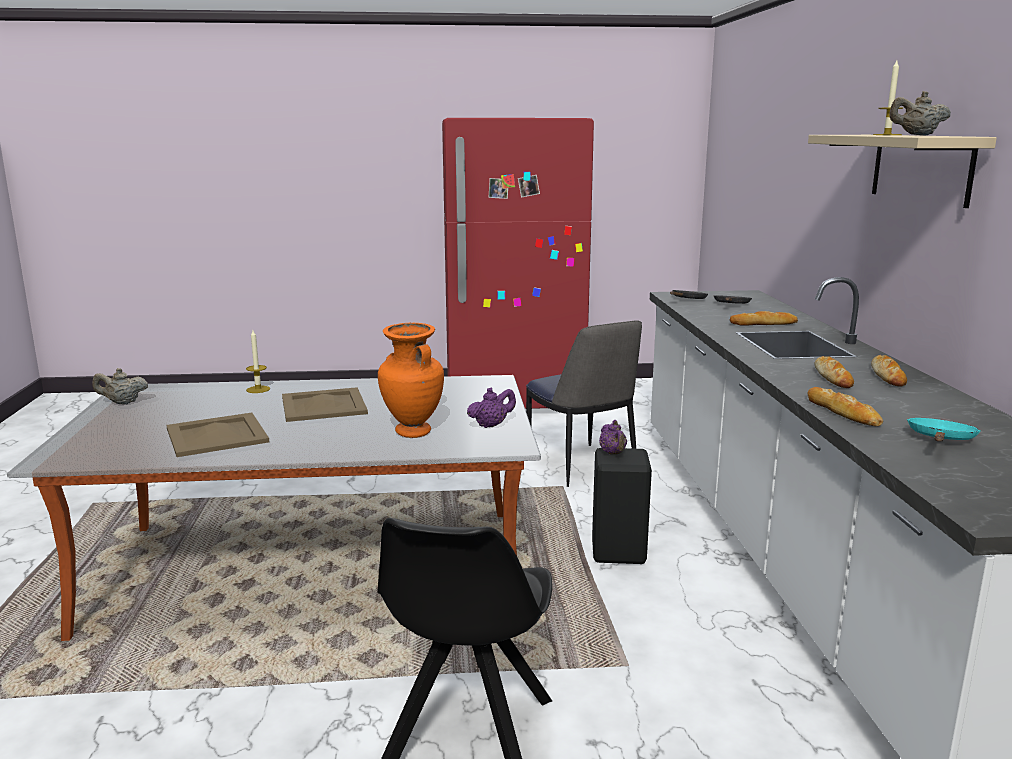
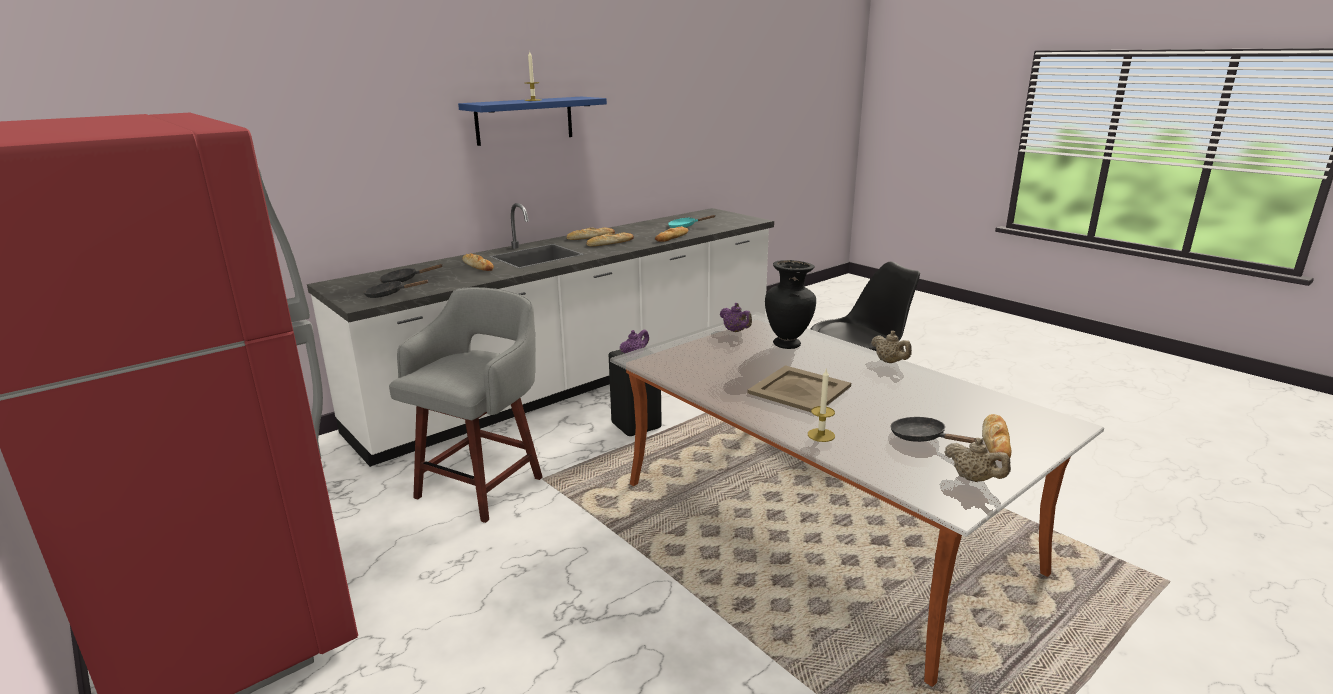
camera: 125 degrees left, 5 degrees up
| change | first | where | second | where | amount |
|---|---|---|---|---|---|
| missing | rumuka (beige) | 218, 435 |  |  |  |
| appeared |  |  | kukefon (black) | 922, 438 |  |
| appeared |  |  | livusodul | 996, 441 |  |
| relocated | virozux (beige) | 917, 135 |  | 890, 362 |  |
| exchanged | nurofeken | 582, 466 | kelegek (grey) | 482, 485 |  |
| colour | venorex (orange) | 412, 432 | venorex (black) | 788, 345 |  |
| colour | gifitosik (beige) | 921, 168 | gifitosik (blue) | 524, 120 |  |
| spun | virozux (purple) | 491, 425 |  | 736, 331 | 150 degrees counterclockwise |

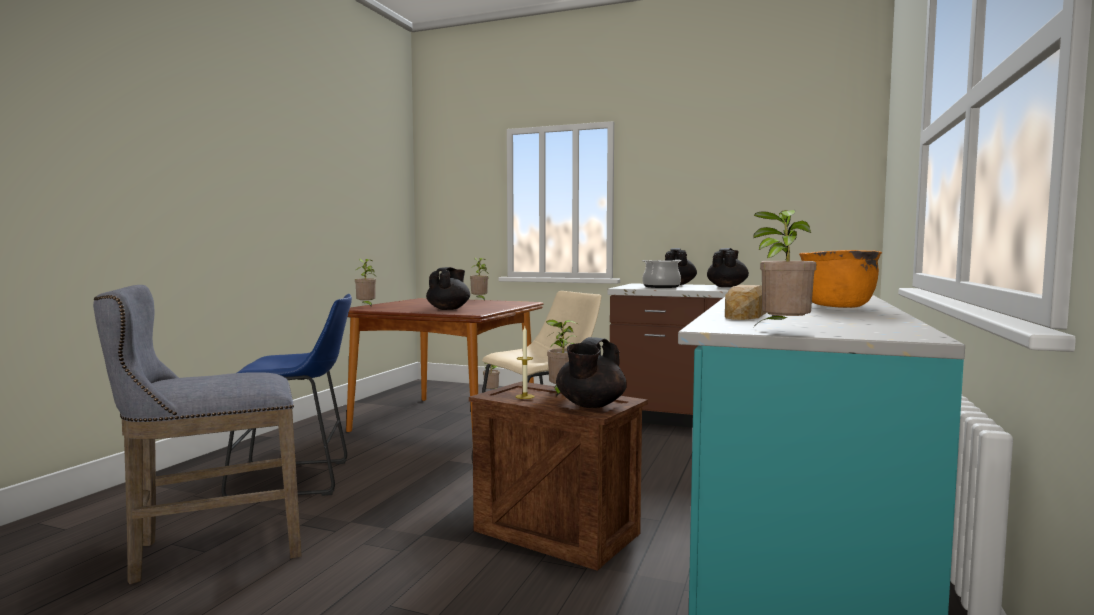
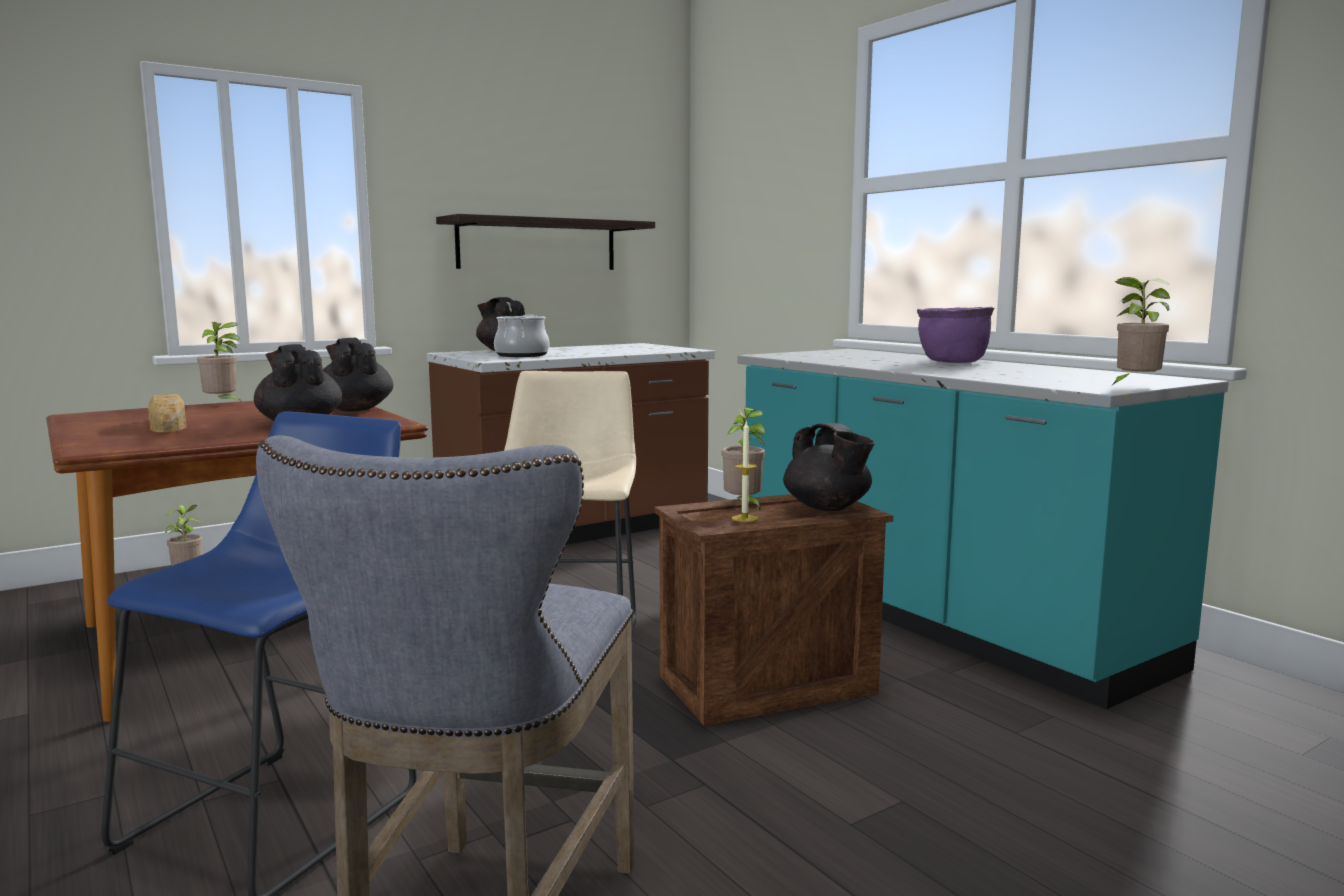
camera: 55 degrees left, 5 degrees up
| change | first | where | second | where | amount |
|---|---|---|---|---|---|
| missing | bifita | 366, 306 |  |  |  |
| appeared |  |  | gifitosik | 537, 245 |  |
| relocated | virozux (black) | 727, 286 |  | 355, 409 |  |
| relocated | livusodul | 746, 314 |  | 168, 424 |  |
| colour | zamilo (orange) | 836, 306 | zamilo (purple) | 952, 362 |  |

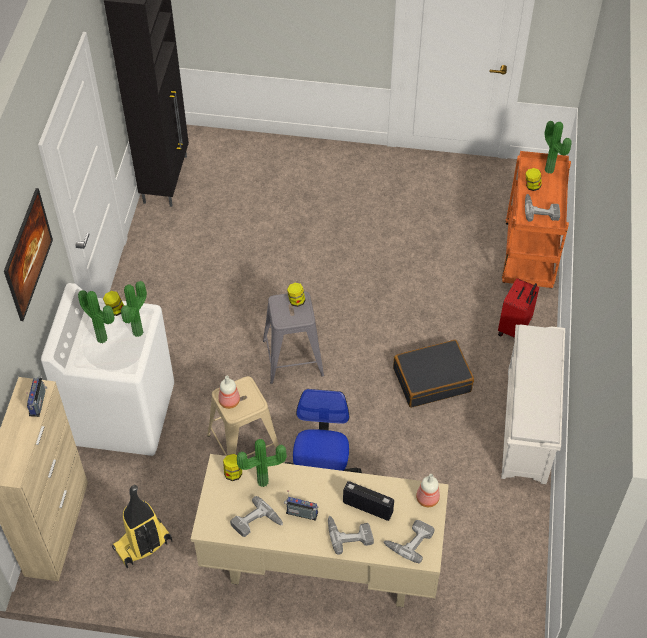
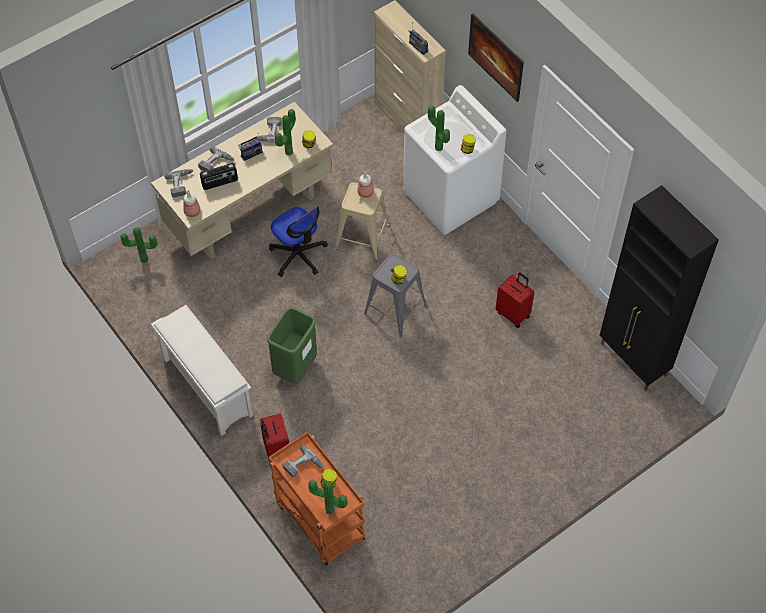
camera: 135 degrees right, 5 degrees up
| change | first | where | second | where | amount |
|---|---|---|---|---|---|
| missing | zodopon | 143, 545 |  |  |  |
| appeared |  |  | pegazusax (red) | 513, 314 |  |
| relocated | bifita | 103, 337 |  | 144, 261 |  |
| exchanged | pegazusax (black) | 432, 379 | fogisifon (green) | 295, 367 |  |

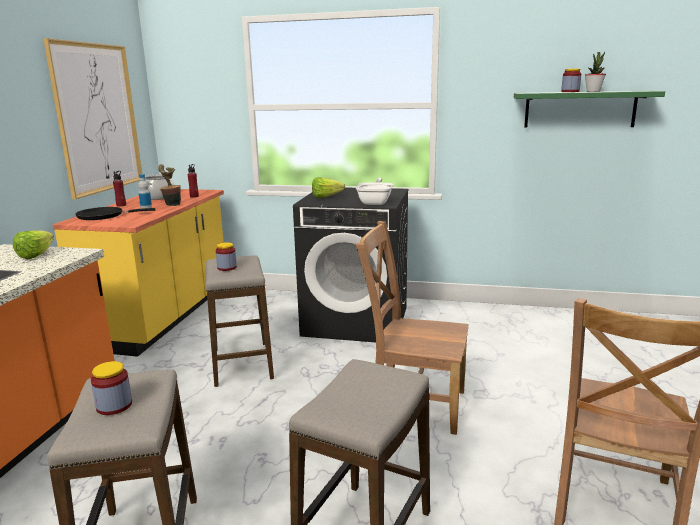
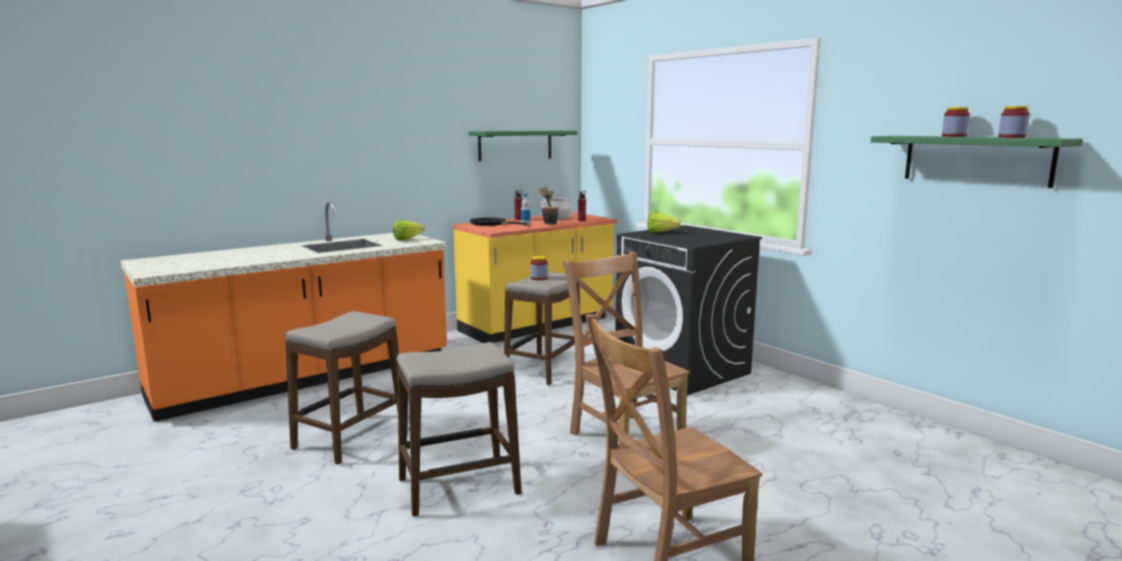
camera: 40 degrees right, 5 degrees down
| change | first | where | second | where | amount |
|---|---|---|---|---|---|
| missing | kukefon | 375, 202 |  |  |  |
| missing | bifita | 593, 91 |  |  |  |
| relocated | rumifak | 114, 406 |  | 1011, 137 |  |
| exchanged | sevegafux | 98, 118 | gifitosik (green) | 515, 145 |  |

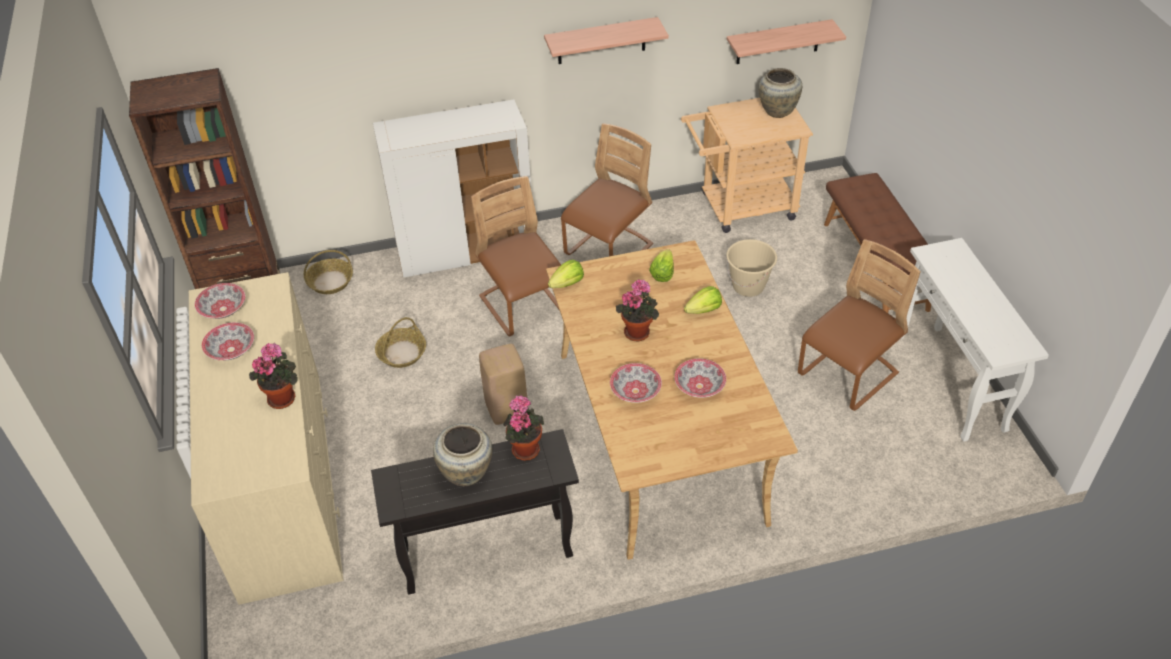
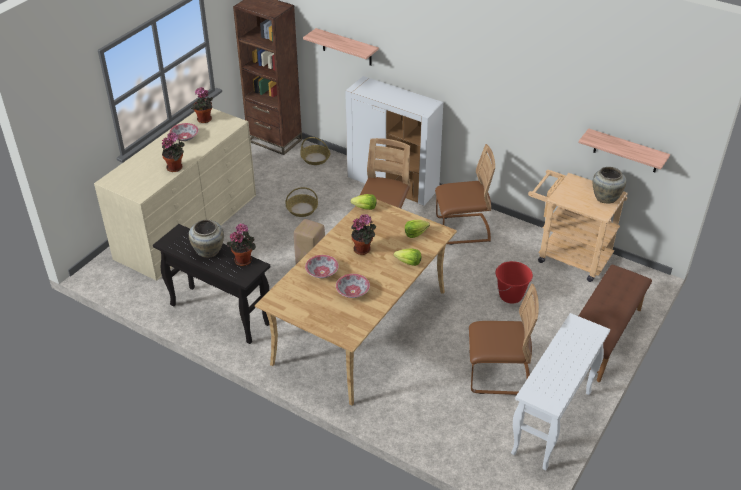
camera: 45 degrees right, 5 degrees down
| change | first | where | second | where | amount |
|---|---|---|---|---|---|
| relocated | gifitosik | 601, 41 |  | 347, 47 |  |
| exchanged | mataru | 223, 309 | bifita | 204, 120 |  |
| colour | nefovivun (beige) | 748, 286 | nefovivun (red) | 511, 296 |  |

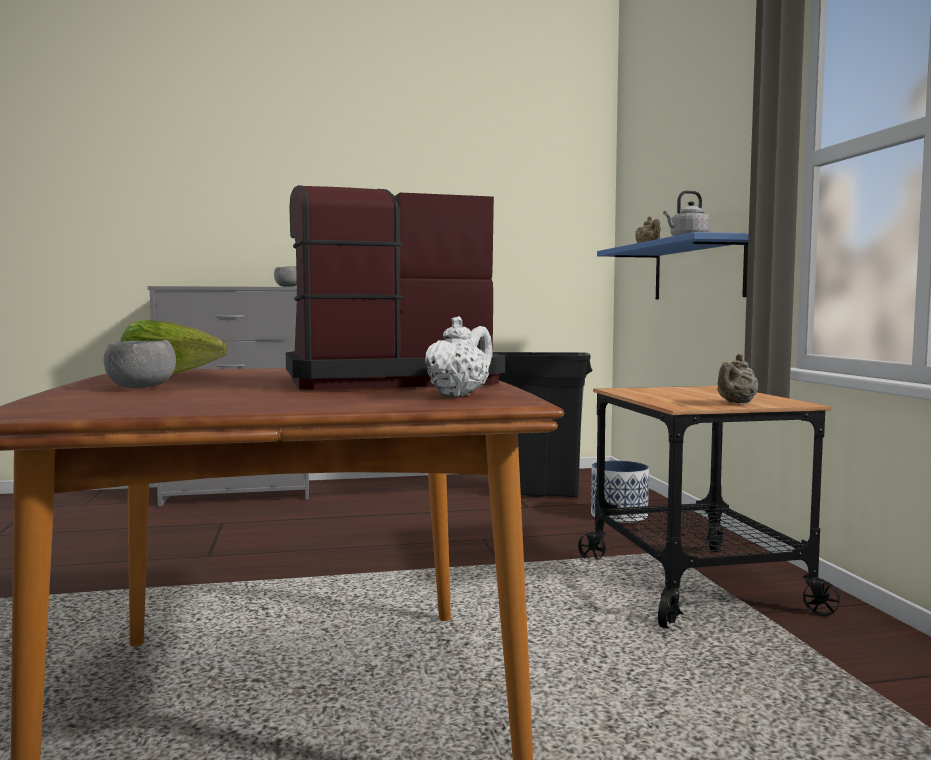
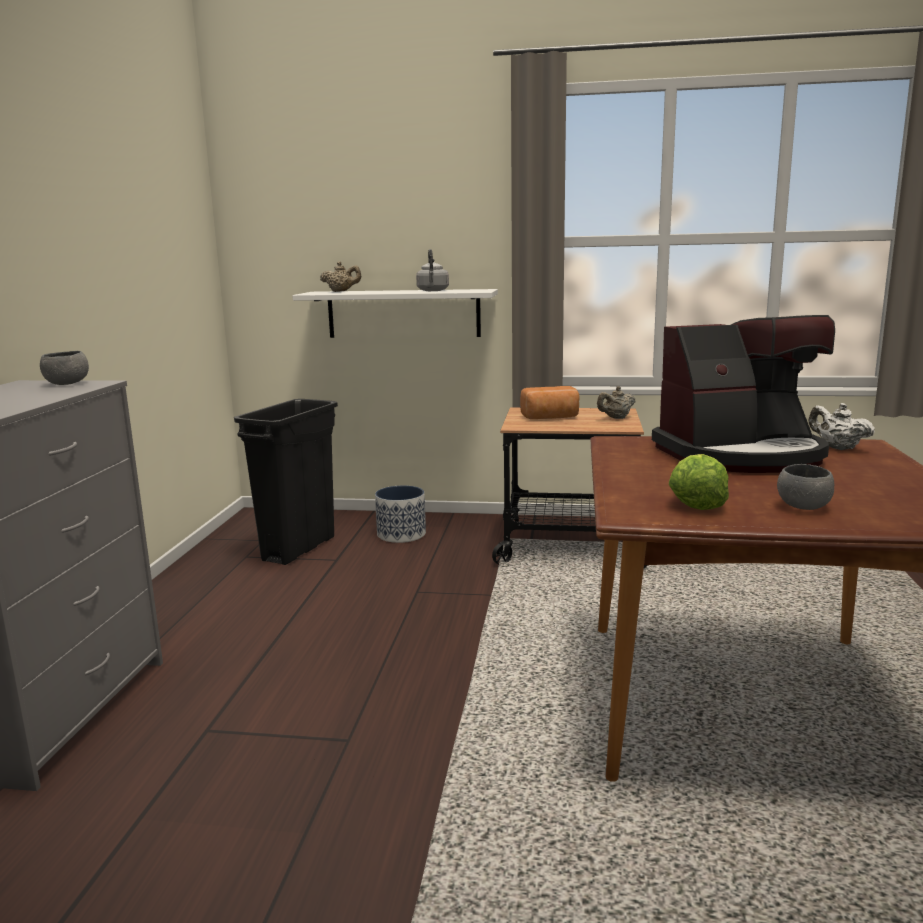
camera: 70 degrees left, 10 degrees up
| change | first | where | second | where | amount |
|---|---|---|---|---|---|
| appeared |  |  | livusodul | 551, 417 |  |
| colour | gifitosik (blue) | 697, 271 | gifitosik (white) | 403, 313 |  |
| spun | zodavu | 385, 380 |  | 741, 455 | 105 degrees counterclockwise |
| spun | virozux (beige) | 736, 403 |  | 616, 418 | 90 degrees clockwise |

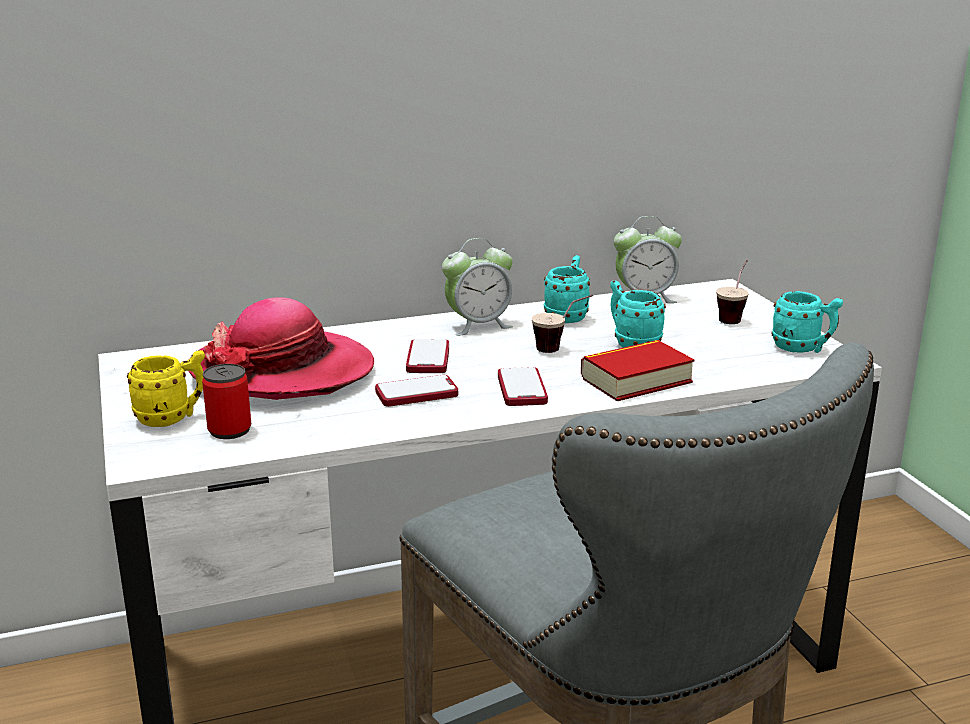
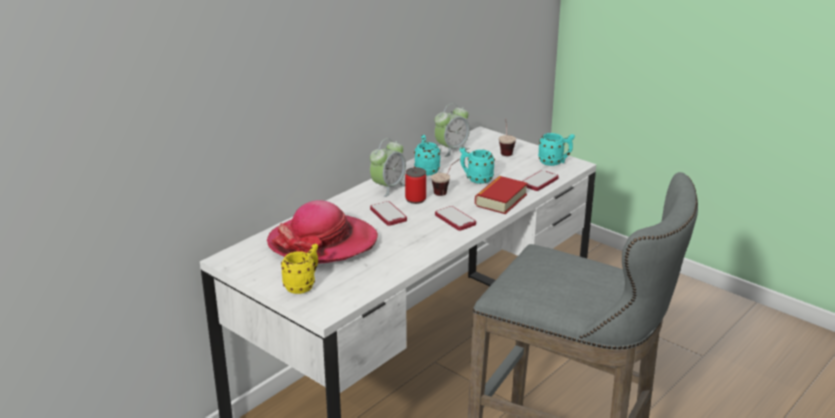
camera: 30 degrees left, 5 degrees up
| change | first | where | second | where | amount |
|---|---|---|---|---|---|
| relocated | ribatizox | 229, 430 |  | 415, 199 |  |
| relocated | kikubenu | 416, 393 |  | 539, 182 |  |

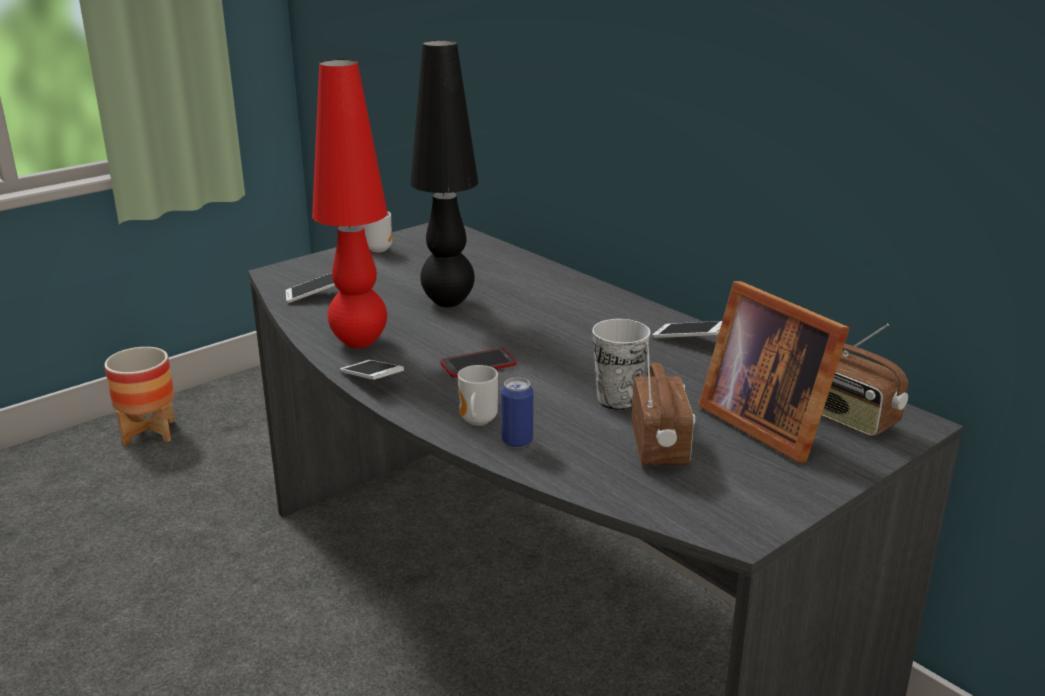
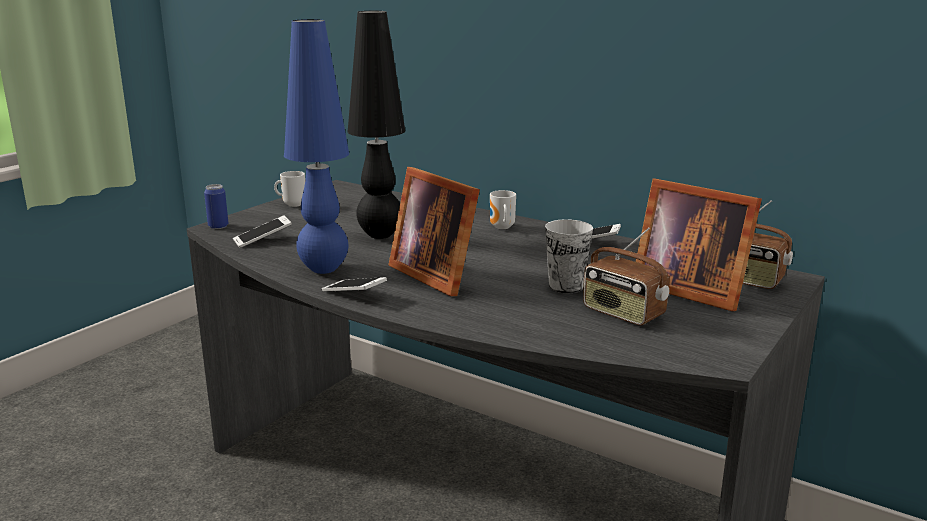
camera: 15 degrees left, 5 degrees down
| change | first | where | second | where | amount |
|---|---|---|---|---|---|
| missing | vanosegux | 149, 432 |  |  |  |
| relocated | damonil | 476, 422 |  | 501, 228 |  |
| relocated | ribatizox | 517, 441 |  | 218, 226 |  |
| exchanged | kikubenu | 478, 364 | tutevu | 436, 274 |  |
| colour | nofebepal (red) | 360, 342 | nofebepal (blue) | 324, 269 |  |
| spun | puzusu | 660, 447 |  | 622, 313 | 150 degrees clockwise |

